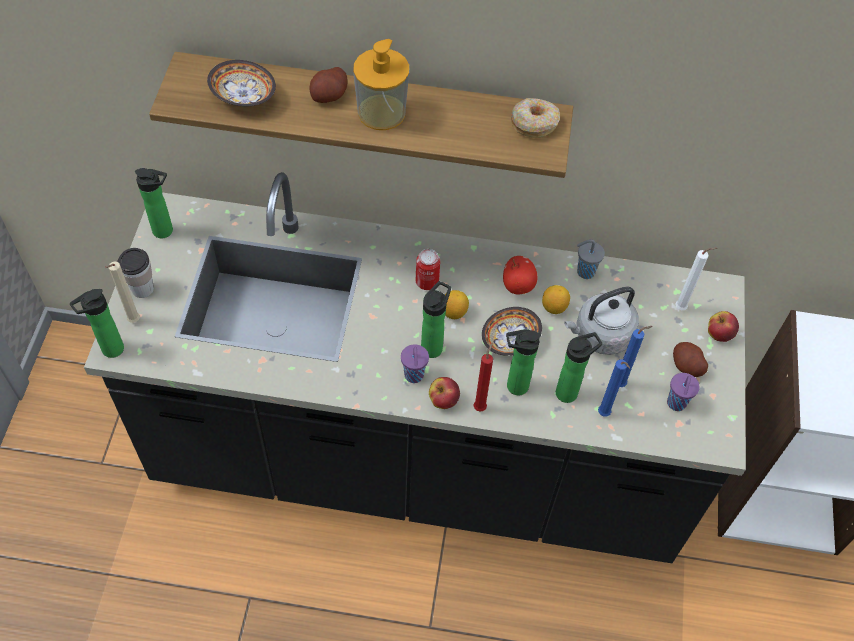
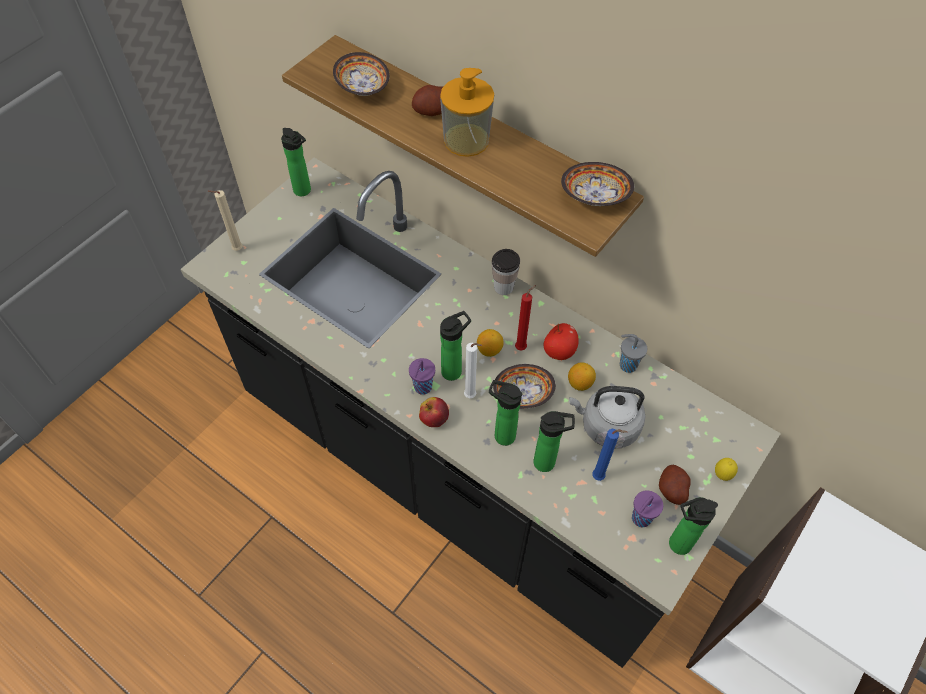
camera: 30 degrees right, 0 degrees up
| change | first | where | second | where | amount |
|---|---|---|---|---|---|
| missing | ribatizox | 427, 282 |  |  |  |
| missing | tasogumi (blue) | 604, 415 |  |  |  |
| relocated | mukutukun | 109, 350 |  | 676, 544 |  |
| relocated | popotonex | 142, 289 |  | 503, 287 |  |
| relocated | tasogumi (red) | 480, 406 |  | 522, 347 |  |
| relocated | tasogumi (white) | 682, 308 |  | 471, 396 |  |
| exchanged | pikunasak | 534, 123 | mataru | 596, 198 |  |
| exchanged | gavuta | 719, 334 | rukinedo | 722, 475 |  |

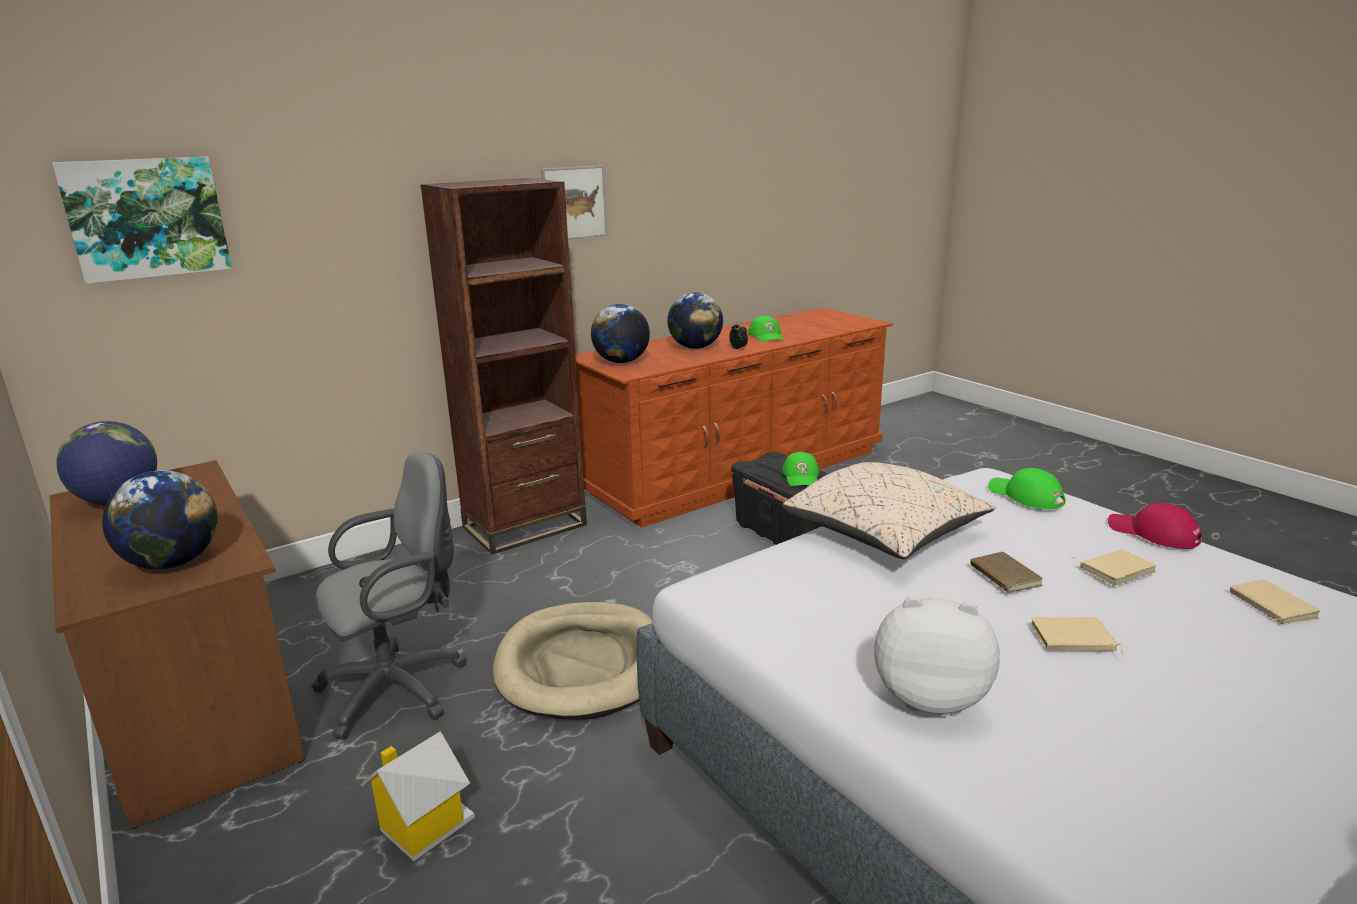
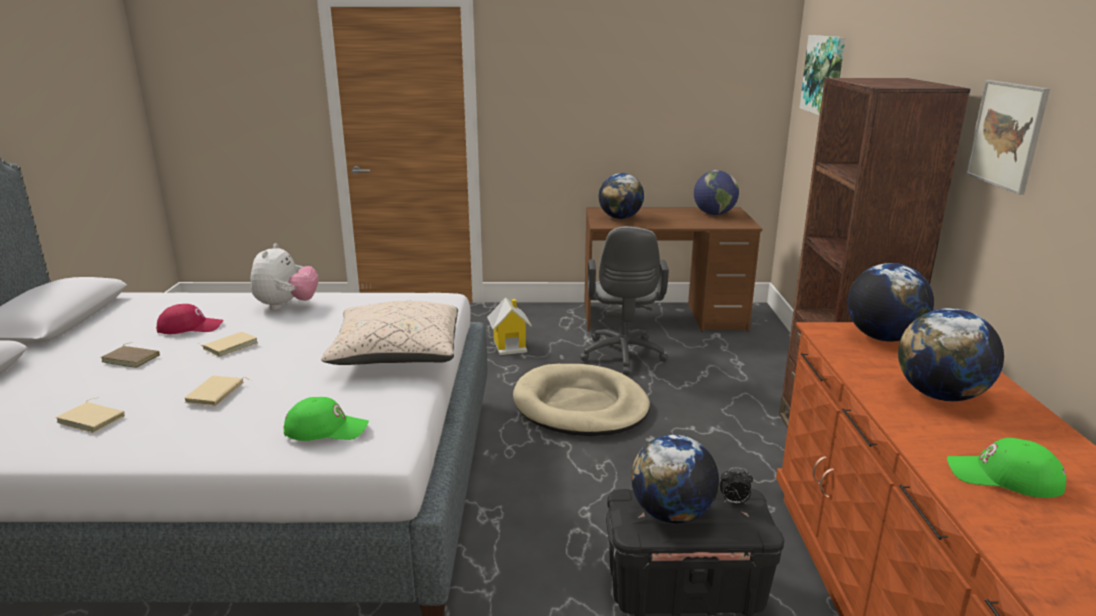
camera: 125 degrees right, 0 degrees up
| change | first | where | second | where | amount |
|---|---|---|---|---|---|
| relocated | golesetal | 738, 349 |  | 734, 502 |  |
| relocated | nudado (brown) | 1002, 576 |  | 132, 358 |  |
| relocated | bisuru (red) | 1153, 533 |  | 190, 327 |  |
| exchanged | bisuru (green) | 801, 476 | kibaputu | 672, 514 |  |
| spun | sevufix | 929, 696 |  | 286, 306 | 45 degrees counterclockwise |

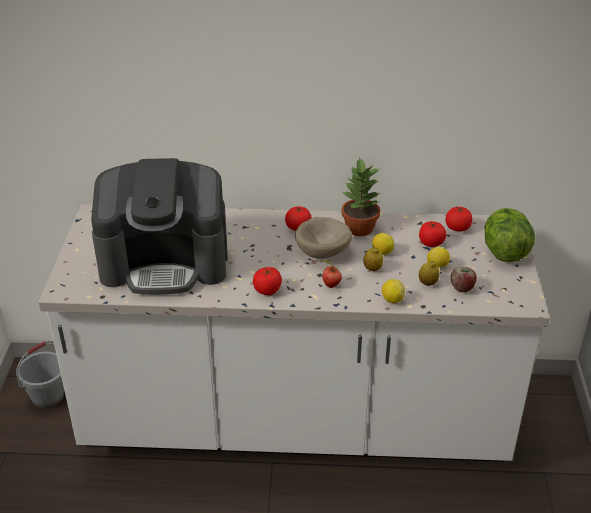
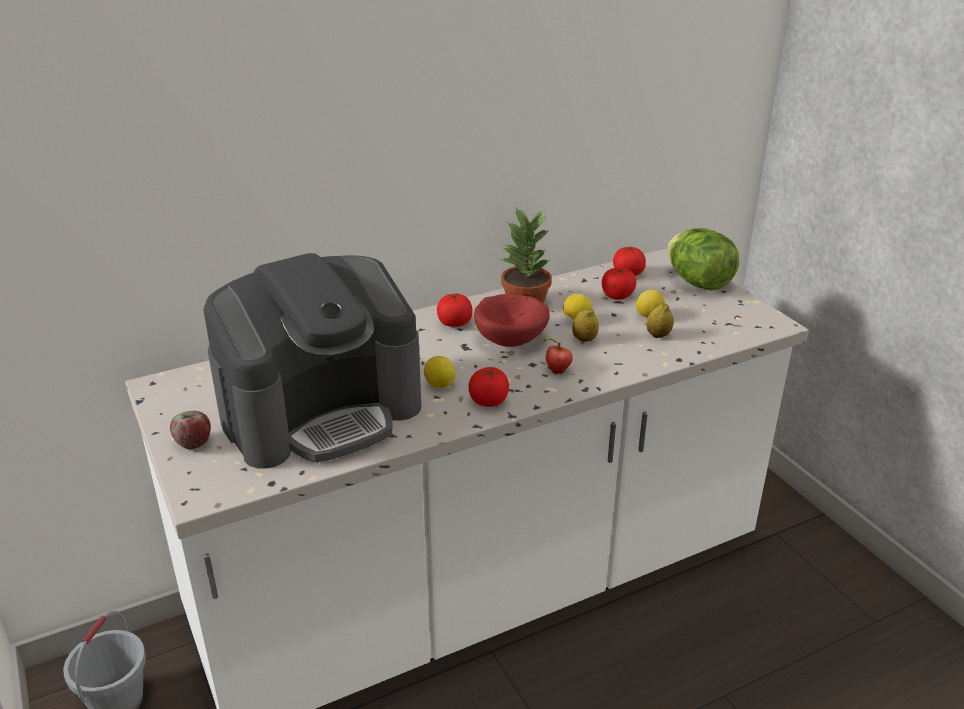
camera: 30 degrees left, 5 degrees down
| change | first | where | second | where | amount |
|---|---|---|---|---|---|
| relocated | rukinedo | 392, 300 |  | 439, 385 |  |
| relocated | gavuta | 462, 288 |  | 194, 443 |  |
| colour | mataru (beige) | 324, 252 | mataru (red) | 512, 339 |  |

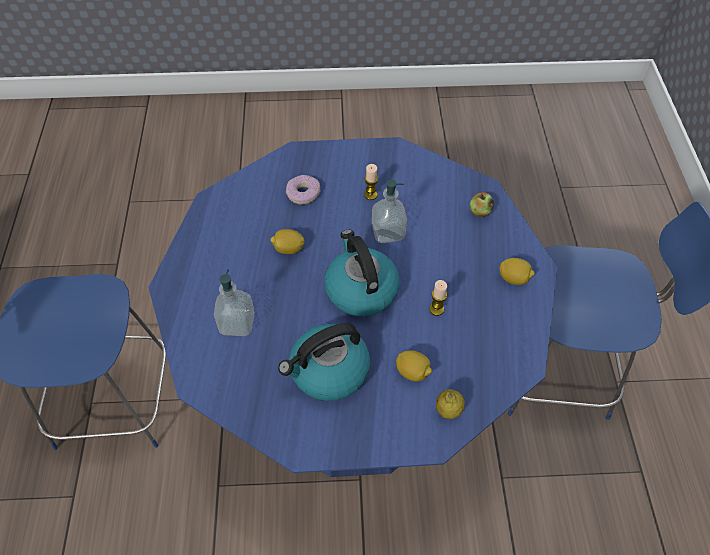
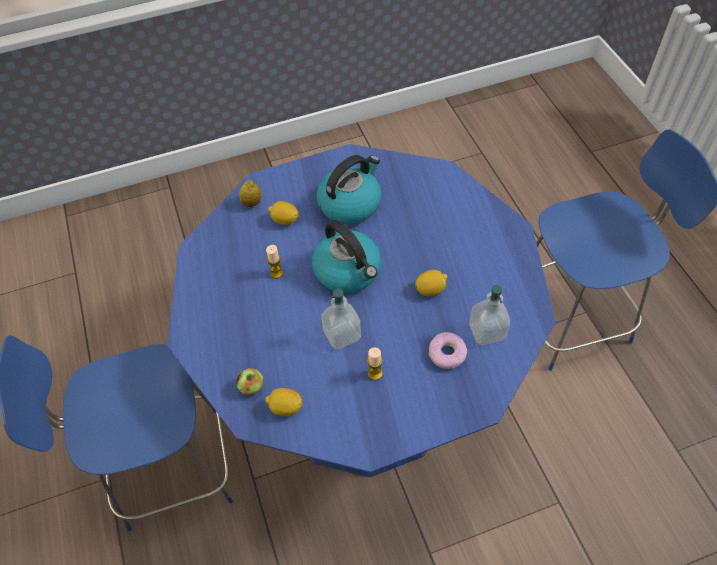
camera: 165 degrees right, 0 degrees up
| change | first | where | second | where | amount |
|---|---|---|---|---|---|
| relocated | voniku | 237, 323 |  | 487, 331 |  |
| relocated | rukinedo | 514, 278 |  | 285, 407 |  |

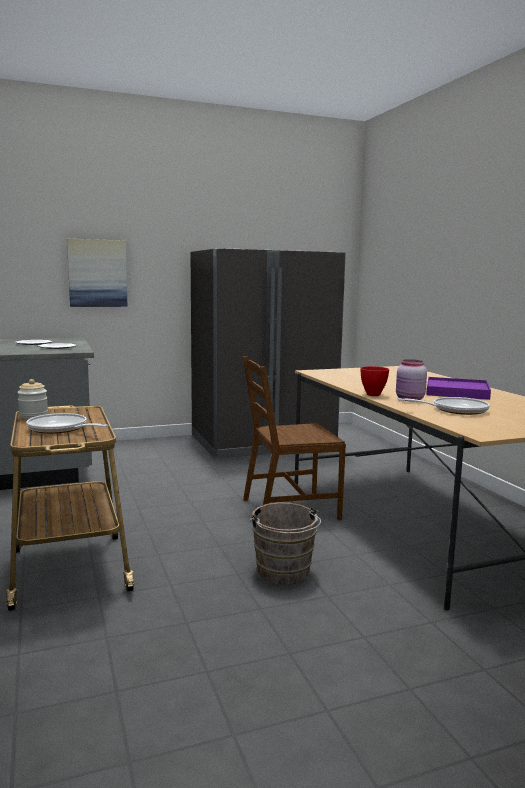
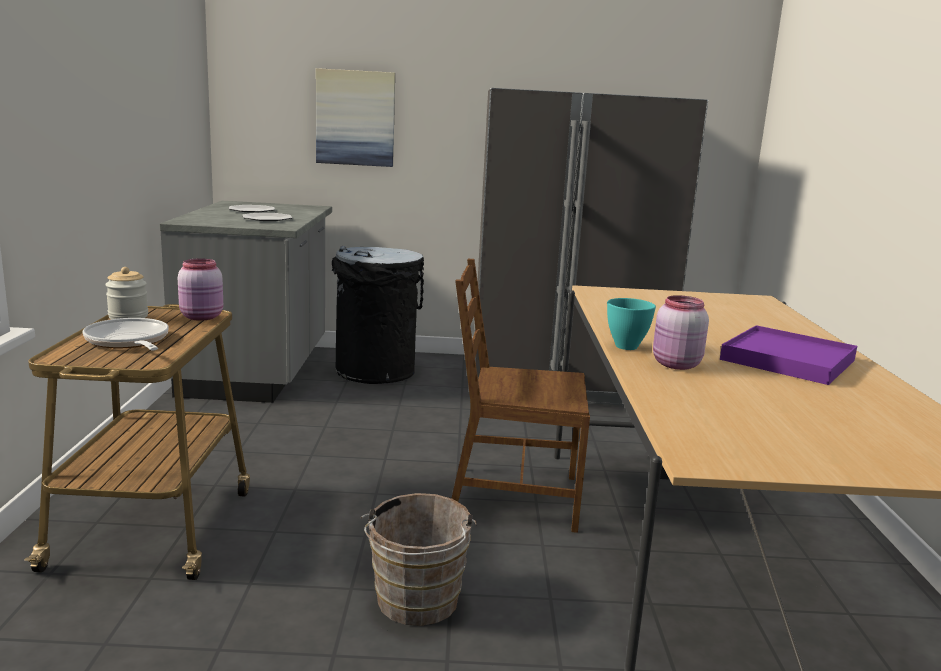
camera: 20 degrees right, 5 degrees up
| change | first | where | second | where | amount |
|---|---|---|---|---|---|
| missing | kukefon | 455, 410 |  |  |  |
| appeared |  |  | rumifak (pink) | 203, 317 |  |
| appeared |  |  | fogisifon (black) | 375, 372 |  |
| colour | mataru (red) | 373, 394 | mataru (turquoise) | 627, 346 |  |

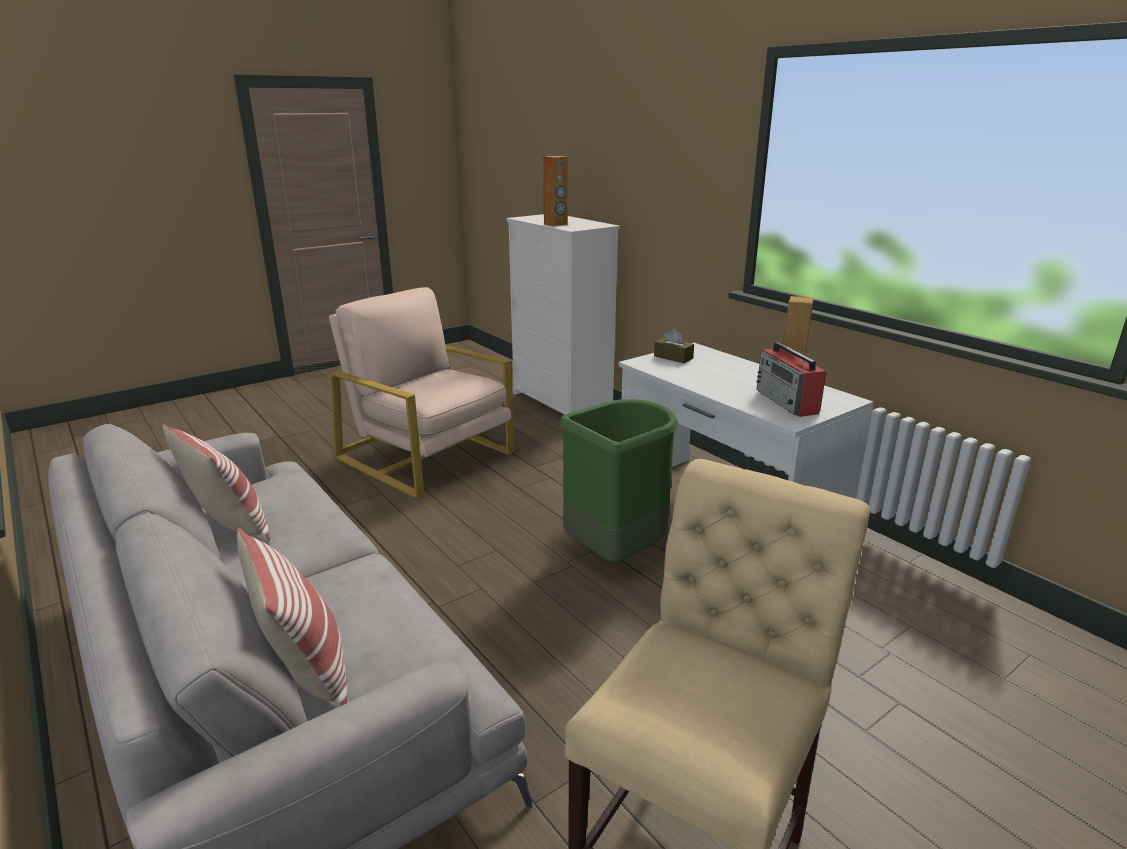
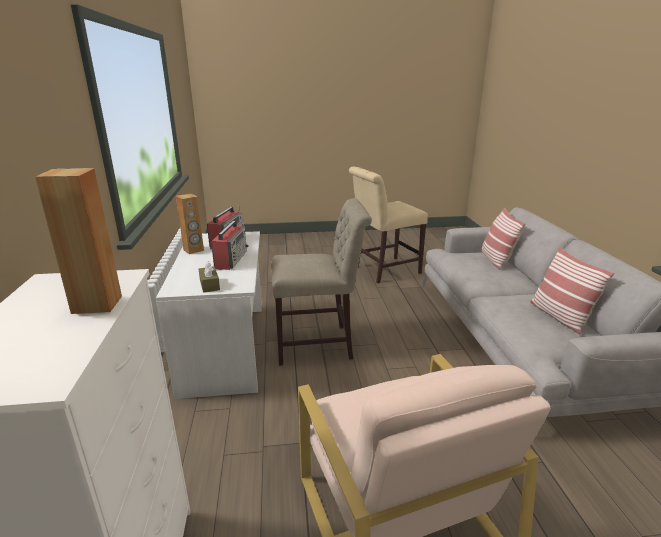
camera: 150 degrees left, 0 degrees up
| change | first | where | second | where | amount |
|---|---|---|---|---|---|
| appeared |  |  | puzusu | 231, 259 |  |
| exchanged | fogisifon (green) | 616, 552 | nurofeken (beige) | 319, 344 |  |

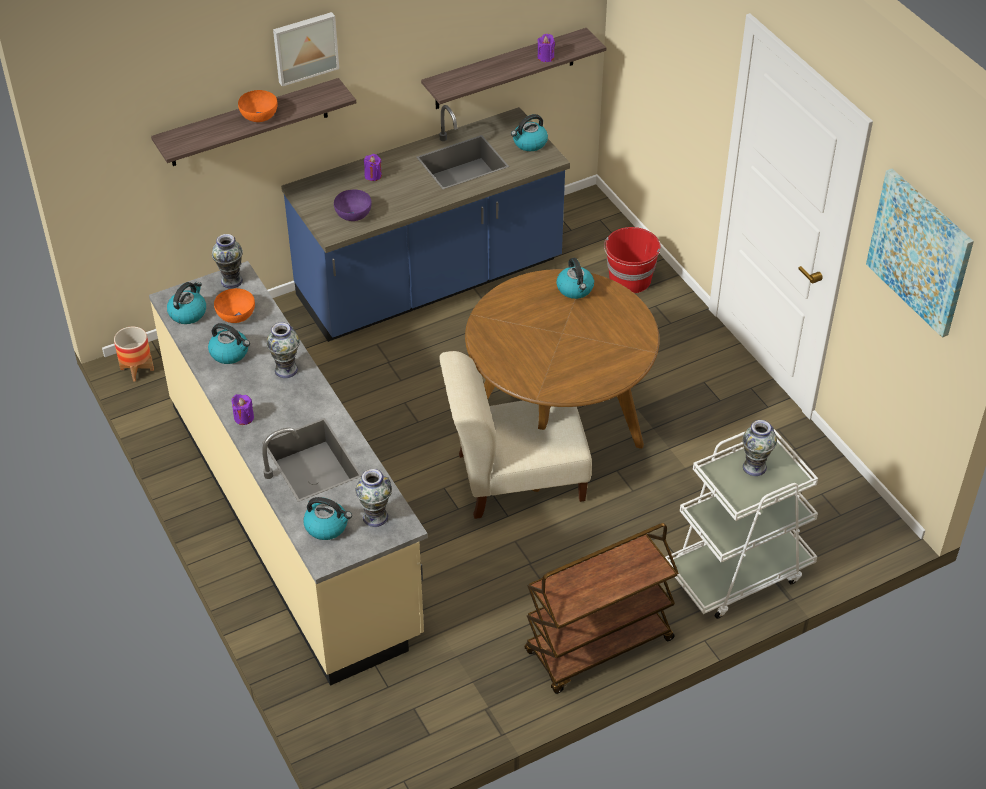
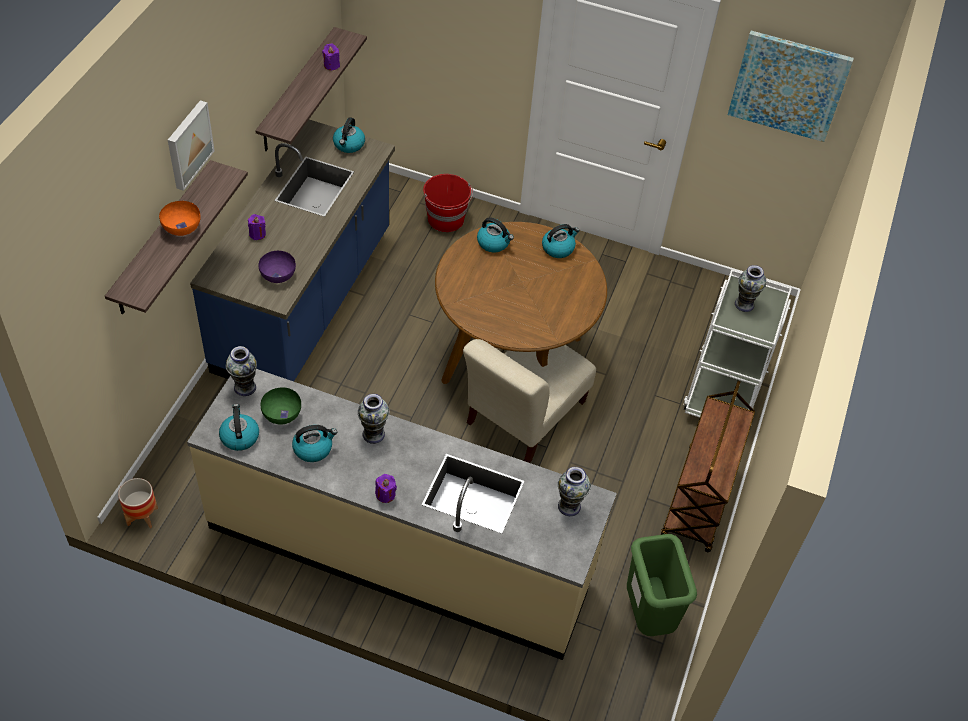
camera: 45 degrees left, 5 degrees up
| change | first | where | second | where | amount |
|---|---|---|---|---|---|
| appeared |  |  | fogisifon (green) | 649, 615 |  |
| relocated | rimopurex | 327, 526 |  | 558, 248 |  |
| colour | mataru (orange) | 236, 314 | mataru (green) | 281, 413 |  |

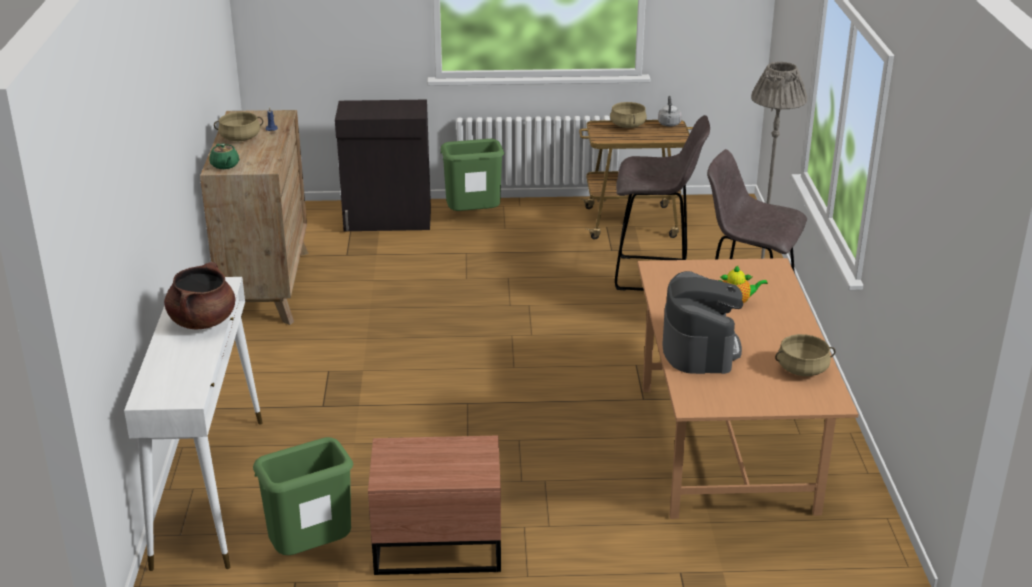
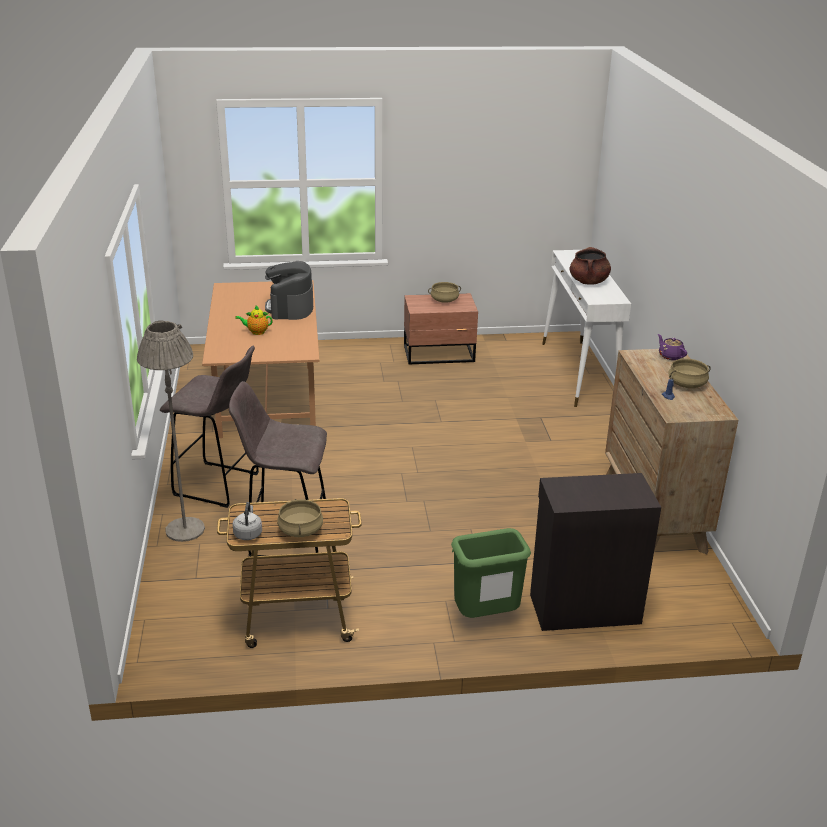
camera: 175 degrees right, 0 degrees up
| change | first | where | second | where | amount |
|---|---|---|---|---|---|
| missing | fogisifon (green) | 312, 551 |  |  |  |
| relocated | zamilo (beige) | 802, 369 |  | 444, 300 |  |
| colour | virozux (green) | 225, 165 | virozux (purple) | 670, 356 |  |

